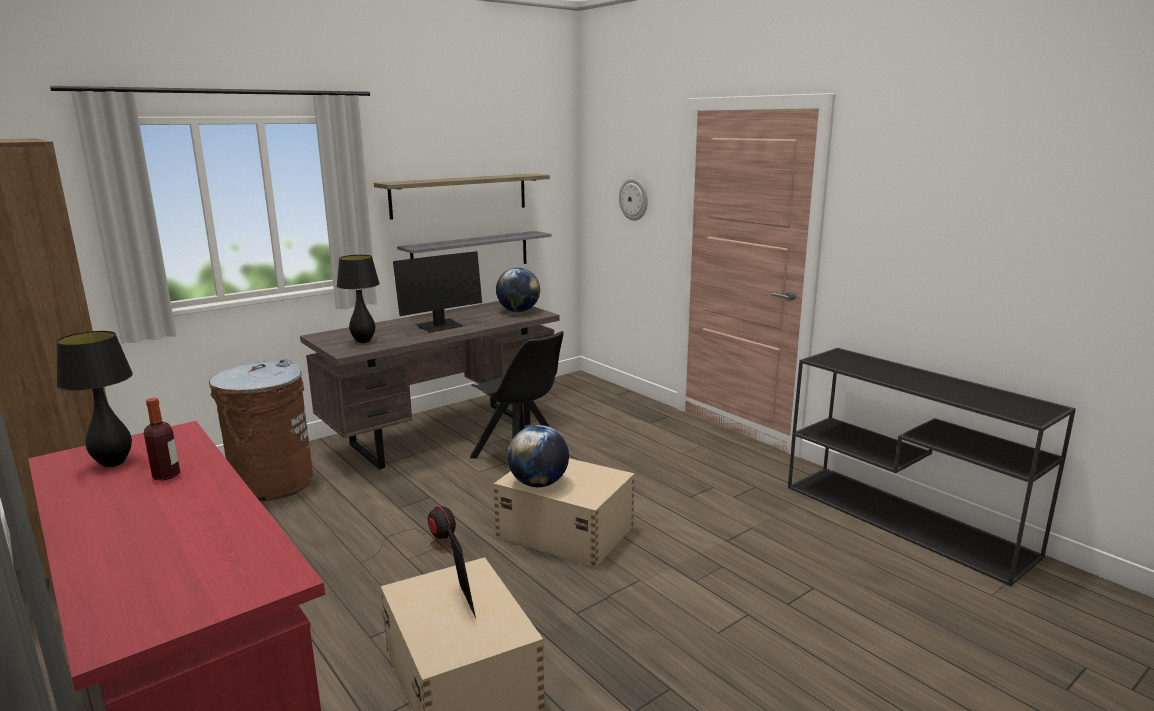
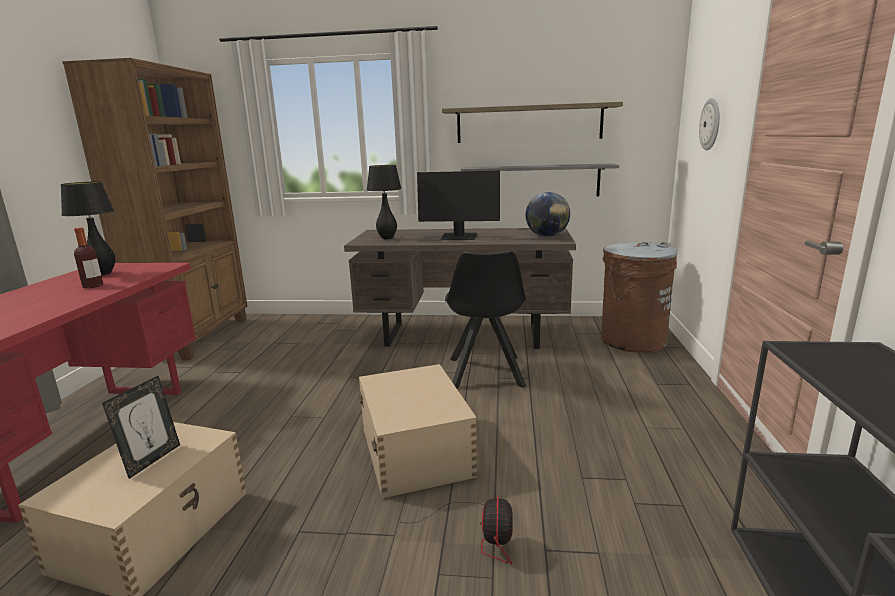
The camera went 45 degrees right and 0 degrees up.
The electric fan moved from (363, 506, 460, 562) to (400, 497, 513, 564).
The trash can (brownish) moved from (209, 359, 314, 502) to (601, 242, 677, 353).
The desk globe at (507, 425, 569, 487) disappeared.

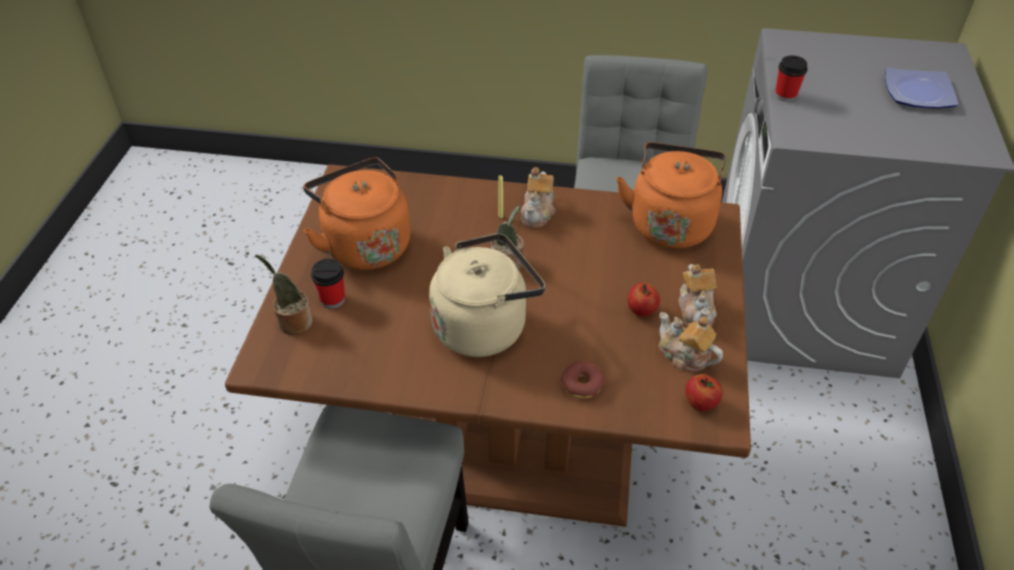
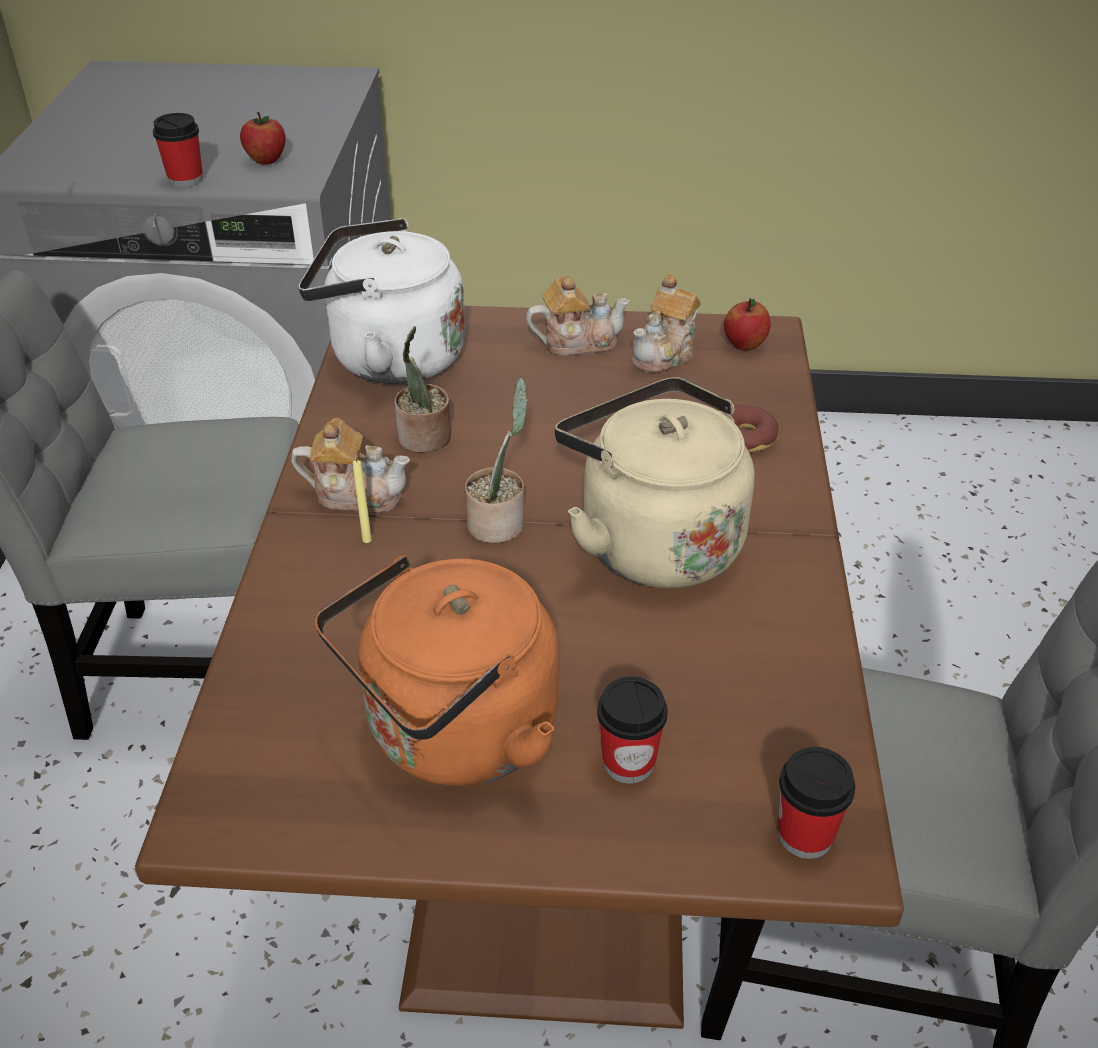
The camera went 95 degrees left and 5 degrees down.
The apple fruit moved from (627, 283, 660, 317) to (240, 112, 286, 165).
The kettle (orangey) at (616, 142, 726, 248) became the kettle (white) at (298, 218, 465, 384).
The houseplant moved from (255, 255, 312, 335) to (394, 326, 451, 453).
The cup at (778, 747, 856, 859) appeared.
The dinner plate at (885, 68, 958, 109) disappeared.

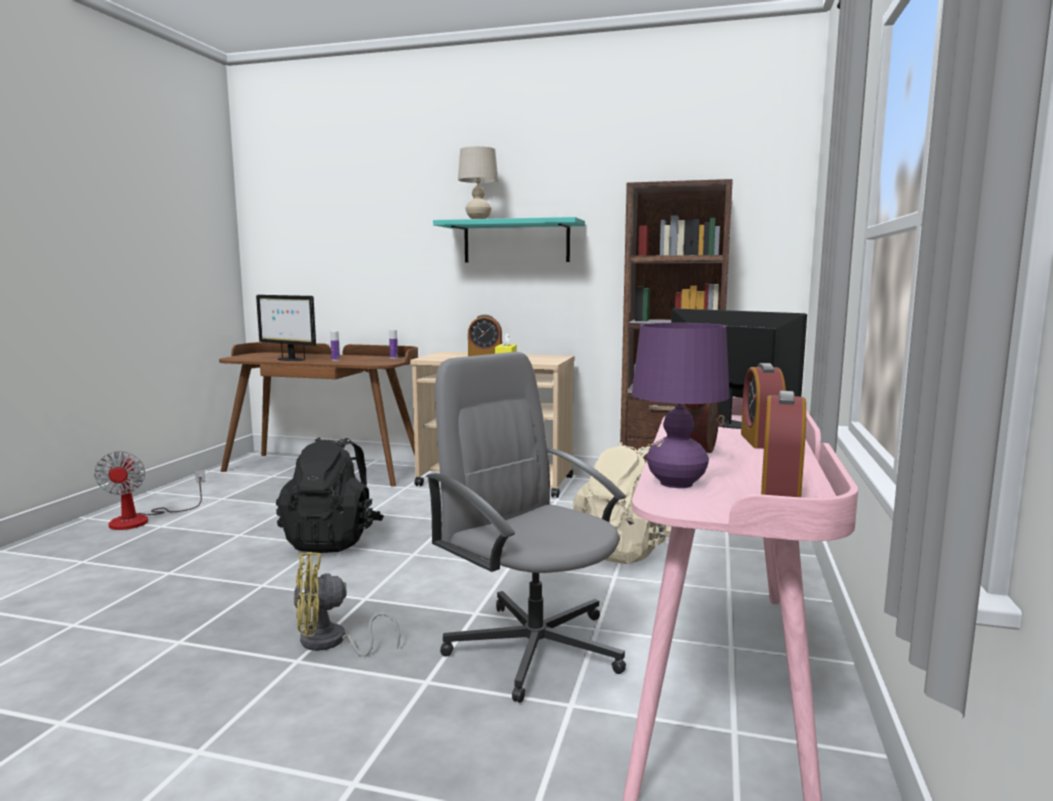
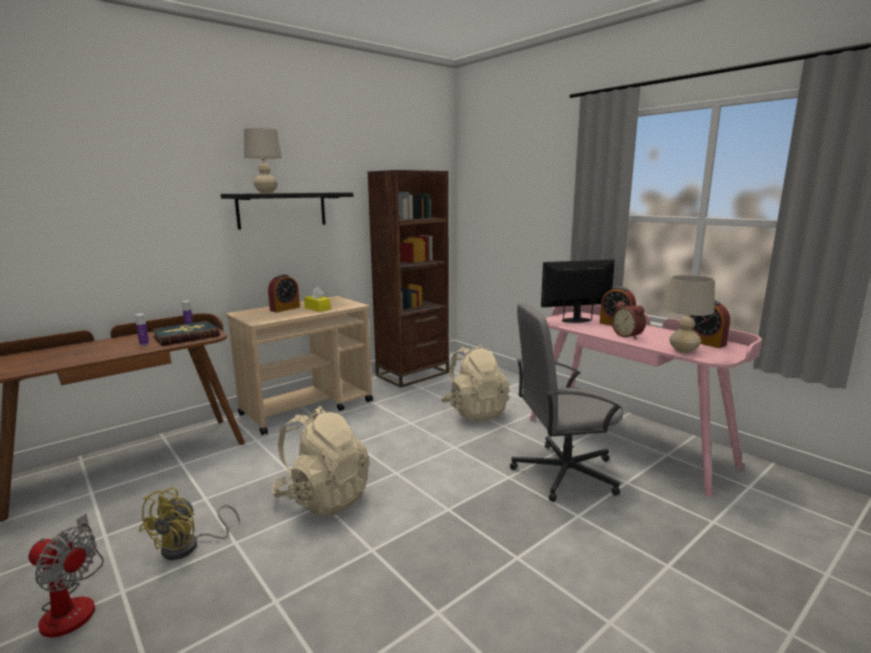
The camera went 55 degrees left and 5 degrees up.
The electric fan (yellowish) moved from (294, 552, 400, 656) to (139, 487, 240, 560).
The book at (152, 321, 220, 346) appeared.
The bracket shelf (turquoise-coloured) at (433, 217, 585, 262) became the bracket shelf (blackish) at (221, 193, 353, 230).
The knapsack (blackish) at (276, 437, 384, 553) became the knapsack (sand-coloured) at (272, 406, 369, 517).
The lamp for a table (purple) at (632, 323, 730, 488) became the lamp for a table (sand-coloured) at (664, 275, 715, 354).
The monitor at (256, 295, 316, 361) disappeared.

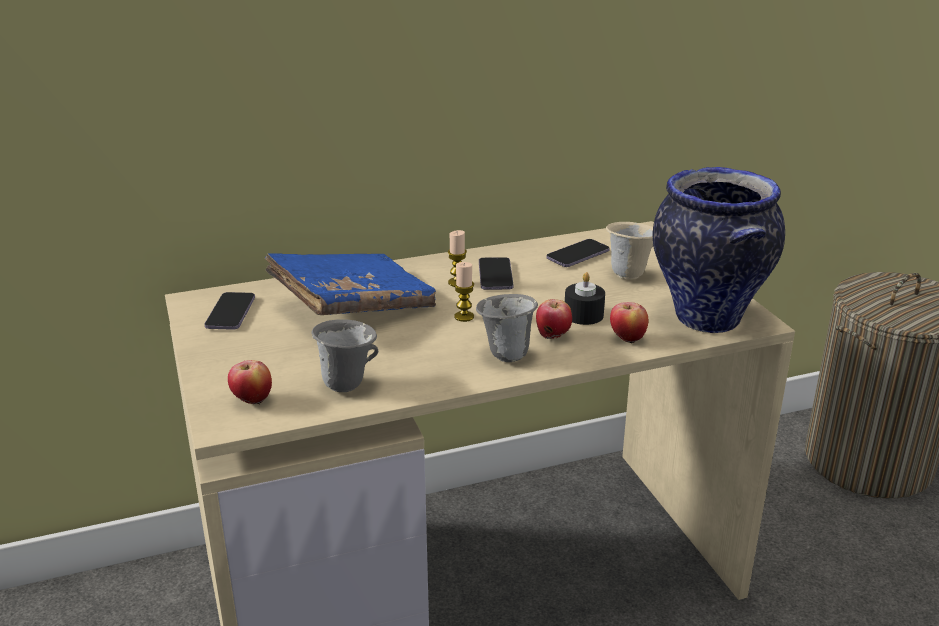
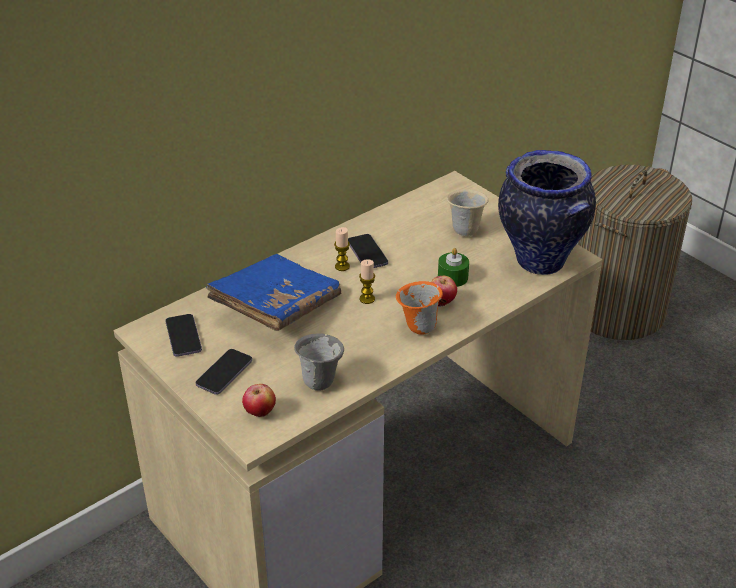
The camera went 20 degrees left and 10 degrees up.
The handset moved from (546, 239, 610, 267) to (195, 349, 252, 395).
The coffee mug (gray) at (476, 294, 538, 362) became the coffee mug (orangey) at (396, 281, 443, 335).
The wax light (blackish) at (565, 272, 605, 325) became the wax light (green-coloured) at (438, 248, 469, 287).
The apple fruit at (610, 302, 649, 343) disappeared.

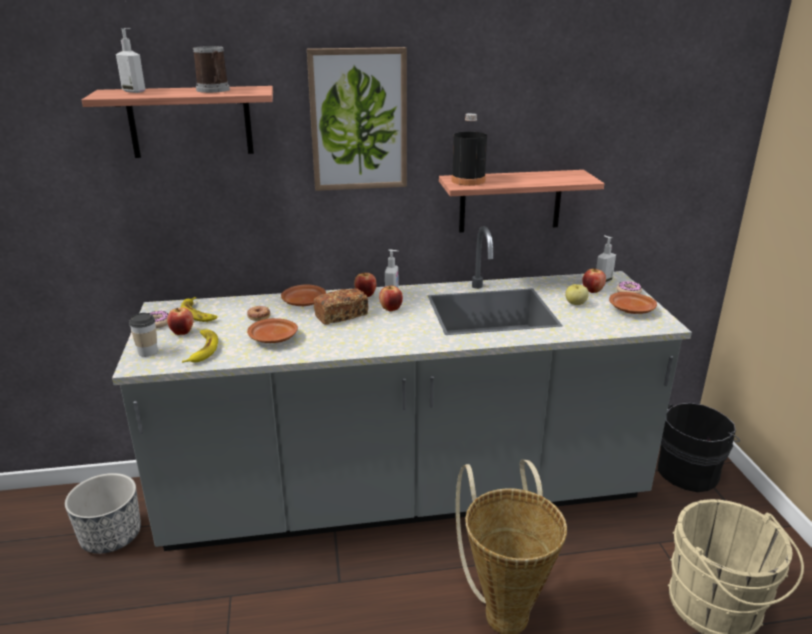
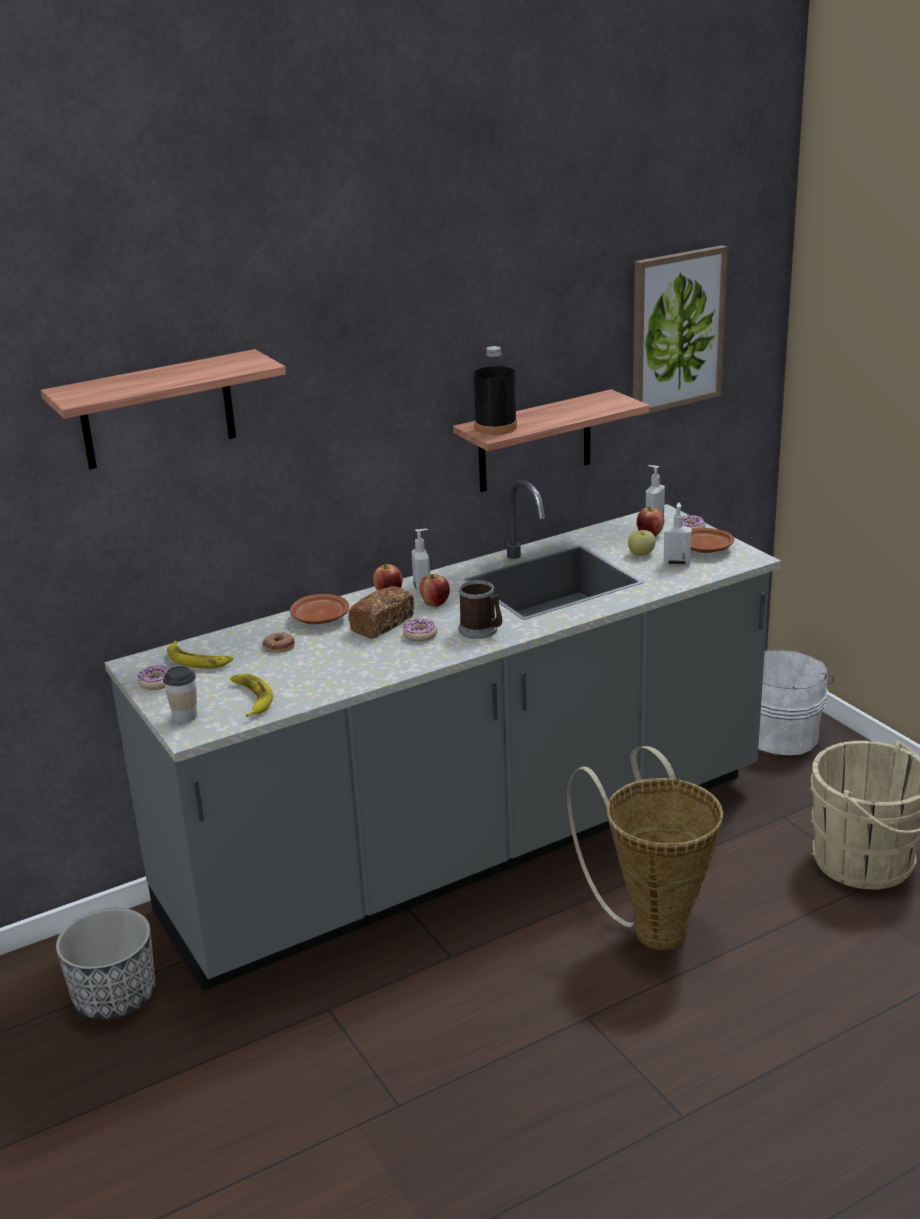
The camera went 20 degrees left and 0 degrees up.
The ring doughnut at (403, 619, 437, 642) appeared.
The coffee mug moved from (193, 46, 230, 93) to (459, 580, 502, 639).
The wall art moved from (307, 47, 407, 191) to (633, 245, 728, 416).
The soap dispenser moved from (116, 28, 145, 93) to (663, 503, 692, 567).
The water bucket (blackish) at (658, 403, 740, 492) became the water bucket (white) at (758, 650, 834, 755).
The apple fruit at (167, 308, 194, 335) disappeared.
The dinner plate (brownish) at (247, 318, 298, 343) disappeared.

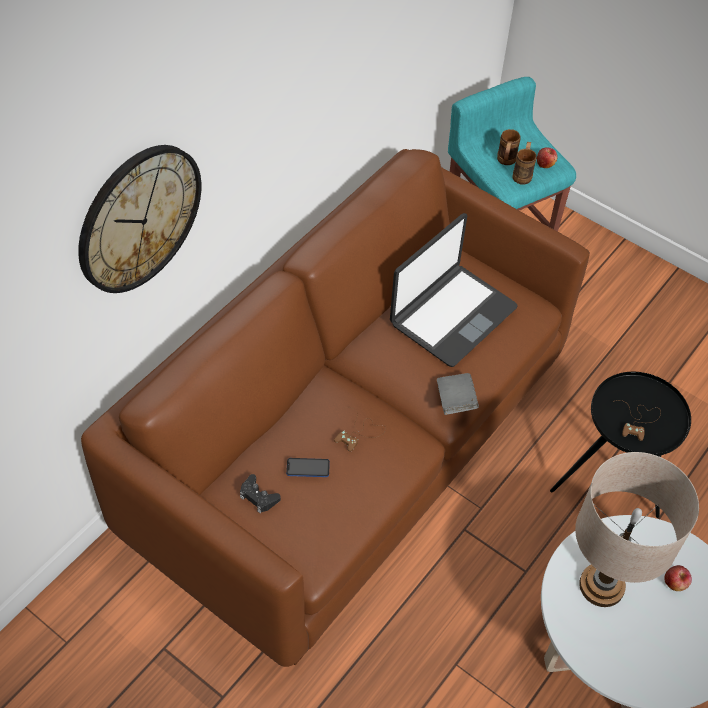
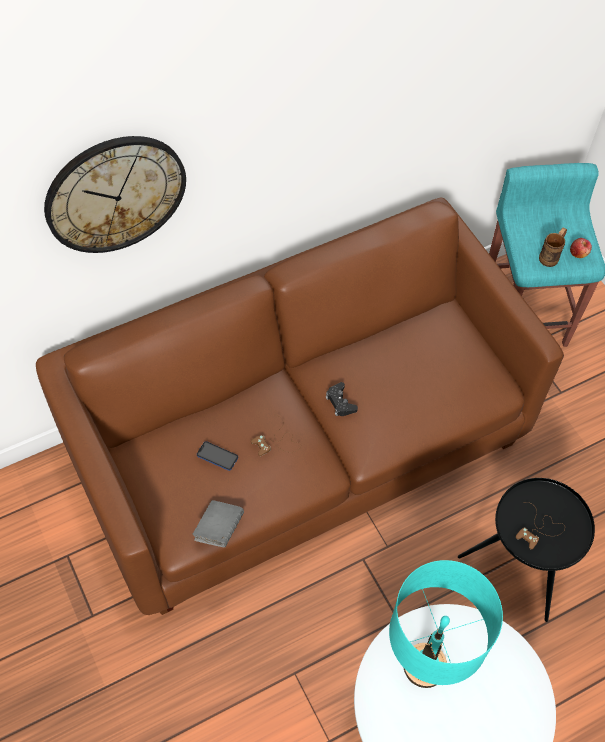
The camera went 25 degrees right and 5 degrees up.
The book (gray) moved from (437, 373, 479, 415) to (192, 500, 244, 547).
The joypad (blackish) moved from (240, 474, 281, 513) to (326, 382, 358, 416).
The lamp for a table (sand-coloured) at (575, 452, 699, 607) became the lamp for a table (turquoise-coloured) at (389, 560, 503, 688).
The laptop at (390, 213, 518, 367) disappeared.
The coffee mug (brownish) at (497, 129, 521, 165) disappeared.
The apple fruit at (664, 565, 692, 591) disappeared.

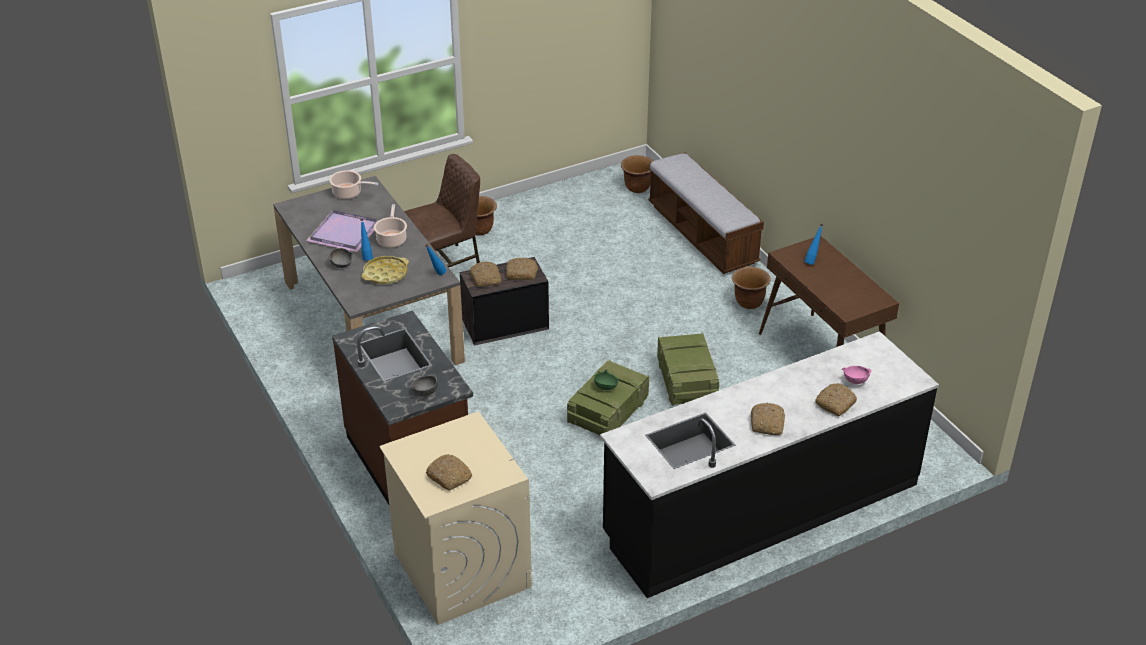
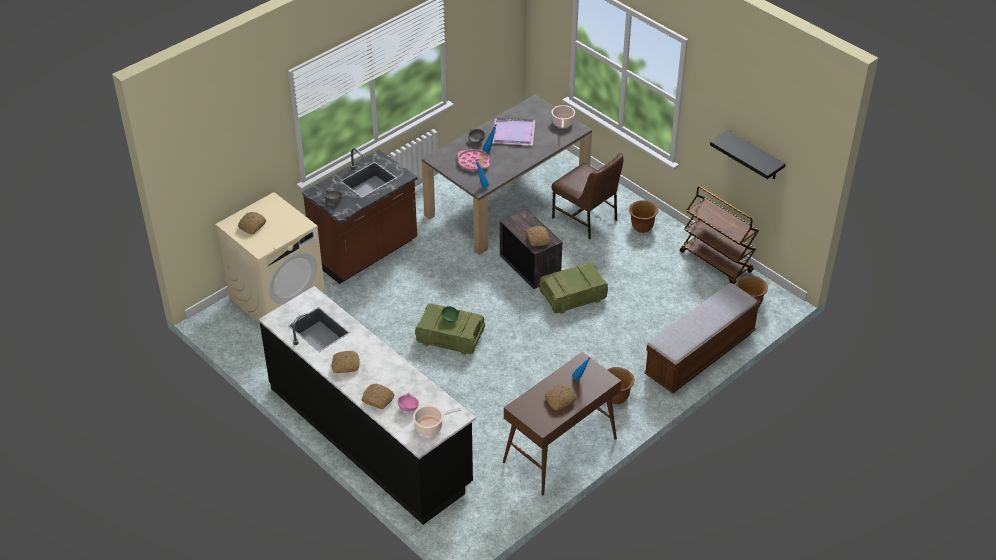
The camera went 75 degrees right and 5 degrees up.
The cooking pot moved from (374, 204, 407, 248) to (413, 405, 461, 436).
The tray (yellowish) at (361, 256, 409, 284) became the tray (pink) at (458, 149, 490, 171).
The packing crate moved from (657, 333, 719, 405) to (539, 262, 608, 314).
The baked bread moved from (470, 261, 501, 287) to (545, 384, 576, 411).
The cart (brownish) at (680, 186, 759, 284) appeared.
The bracket shelf (blackish) at (710, 131, 786, 179) appeared.

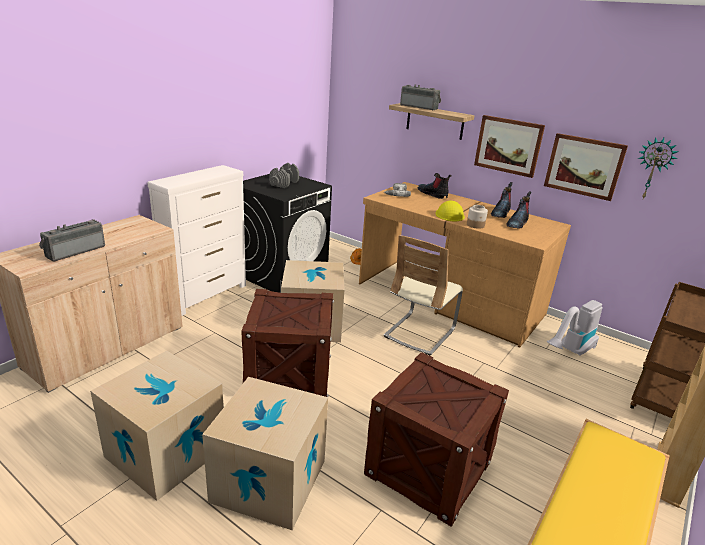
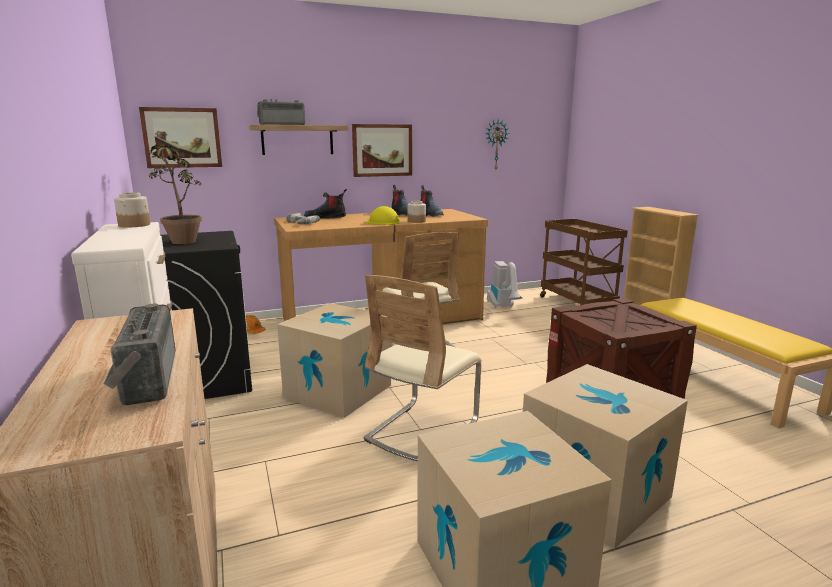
The camera went 55 degrees left and 10 degrees down.
The preserve jar at (114, 192, 150, 228) appeared.
The wall art moved from (544, 133, 628, 201) to (139, 107, 222, 168).
The hand weight (gray) at (269, 163, 299, 188) was replaced by the houseplant at (148, 145, 202, 244).
The packing crate at (241, 289, 334, 397) was replaced by the upright chair (sand-coloured) at (363, 275, 482, 461).

